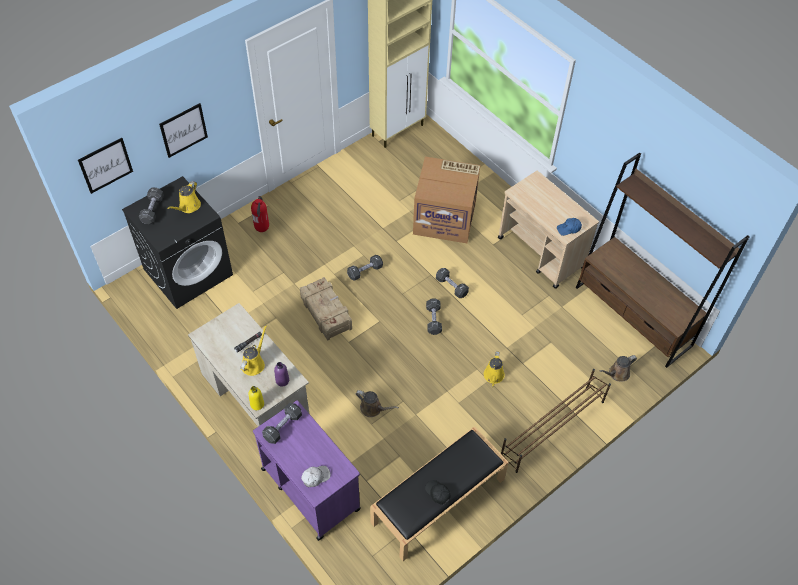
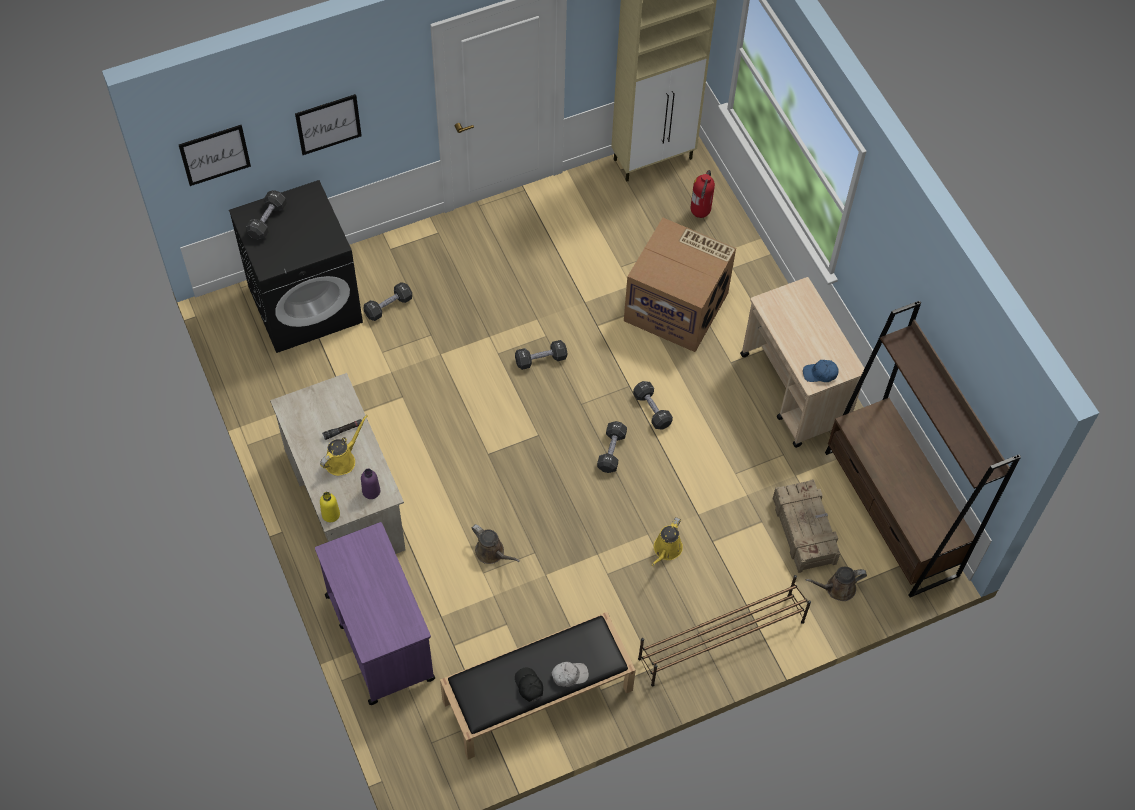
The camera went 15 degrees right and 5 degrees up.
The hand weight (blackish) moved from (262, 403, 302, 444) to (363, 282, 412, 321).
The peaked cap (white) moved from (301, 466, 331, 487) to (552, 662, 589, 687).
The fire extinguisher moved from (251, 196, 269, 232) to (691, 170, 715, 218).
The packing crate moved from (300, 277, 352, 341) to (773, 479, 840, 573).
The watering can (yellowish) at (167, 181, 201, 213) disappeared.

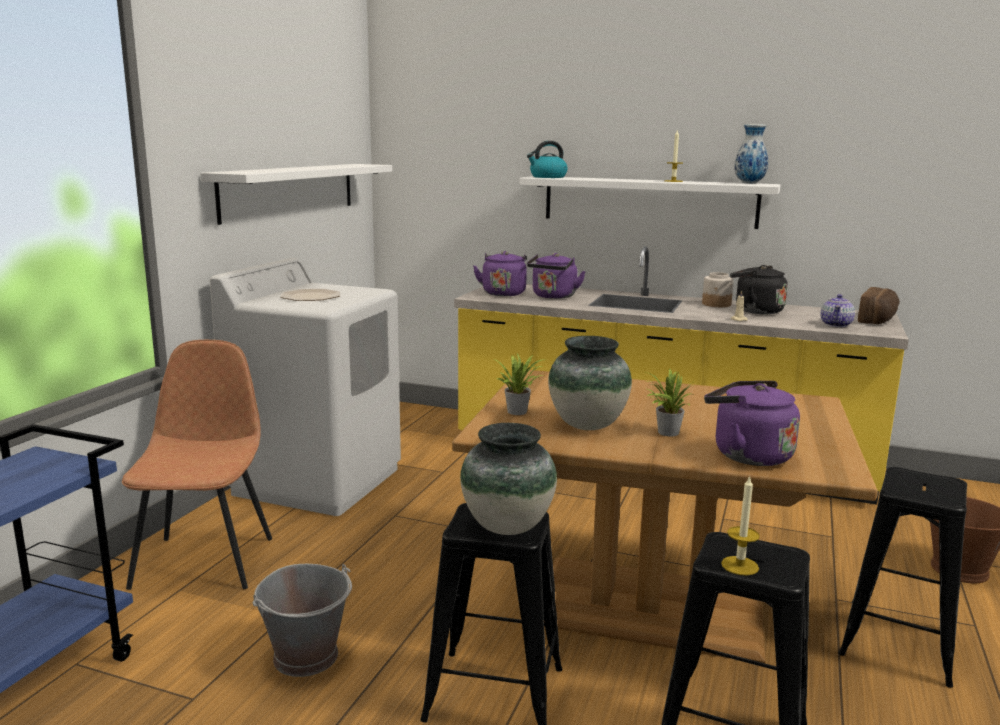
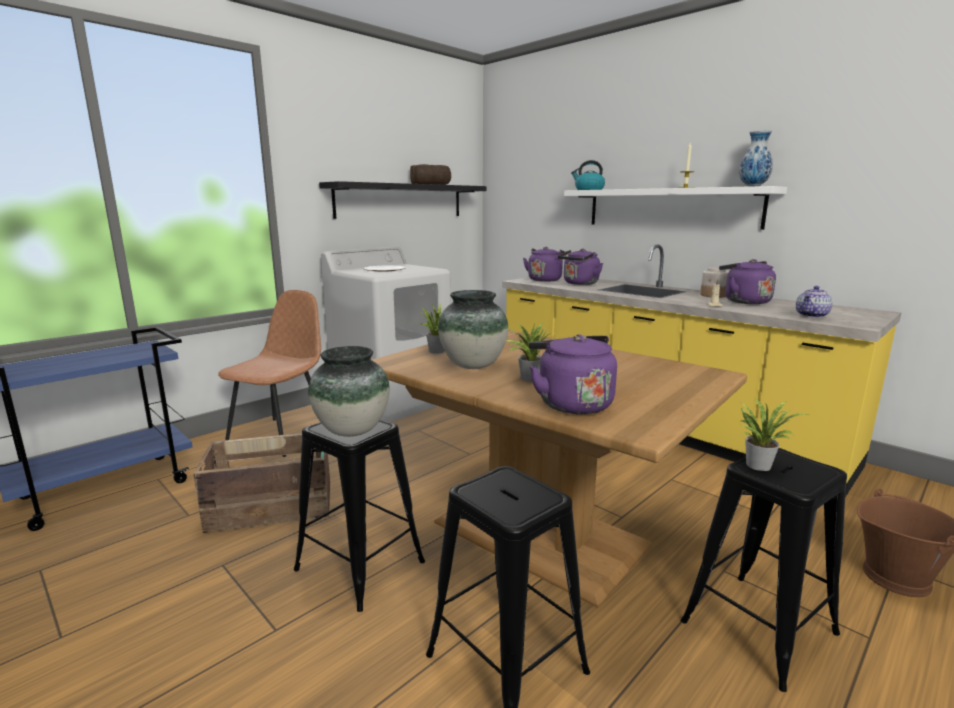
The camera went 25 degrees right and 0 degrees up.
The water bucket (gray) at (253, 564, 352, 677) was replaced by the packing crate at (193, 433, 330, 533).
The bracket shelf (white) at (200, 164, 392, 225) became the bracket shelf (blackish) at (319, 181, 486, 219).
The baked bread moved from (858, 287, 900, 324) to (410, 164, 451, 185).
The kettle (blackish) at (730, 265, 788, 314) became the kettle (purple) at (719, 259, 776, 304).
The houseplant at (739, 399, 808, 471) appeared.
The wax light at (721, 475, 760, 576) disappeared.

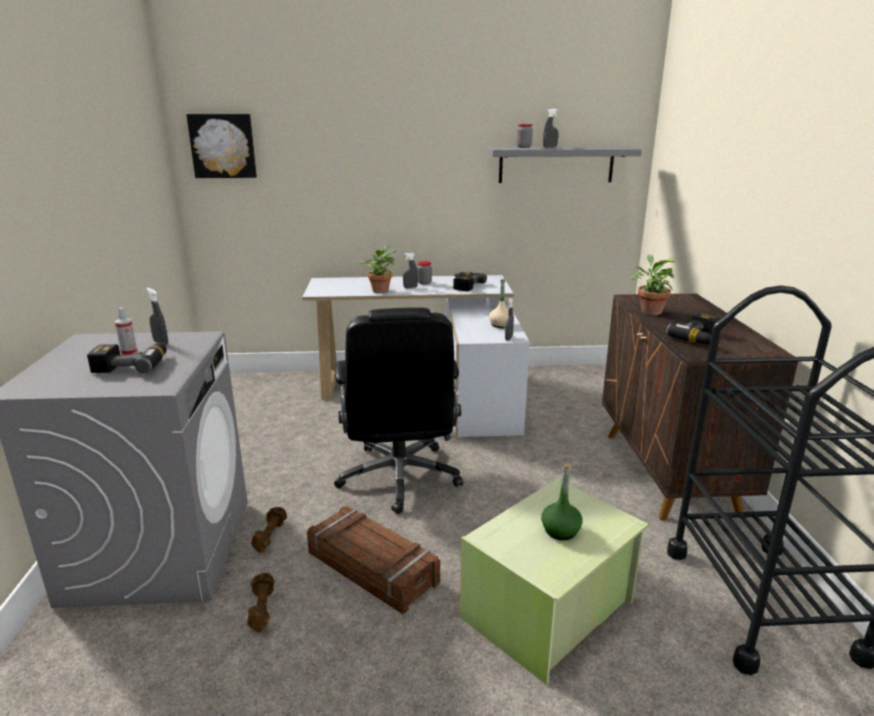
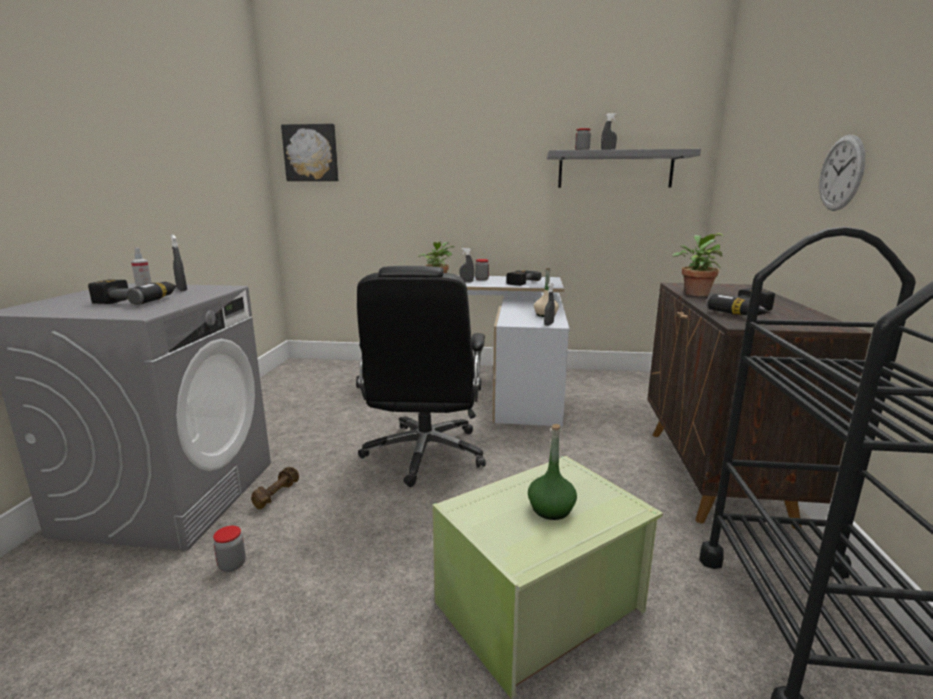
The camera went 10 degrees right and 5 degrees down.
The hand weight (brownish) at (247, 573, 274, 633) was replaced by the preserve jar at (213, 526, 246, 572).
The hanging clock at (819, 135, 865, 211) appeared.
The packing crate at (307, 506, 440, 614) disappeared.

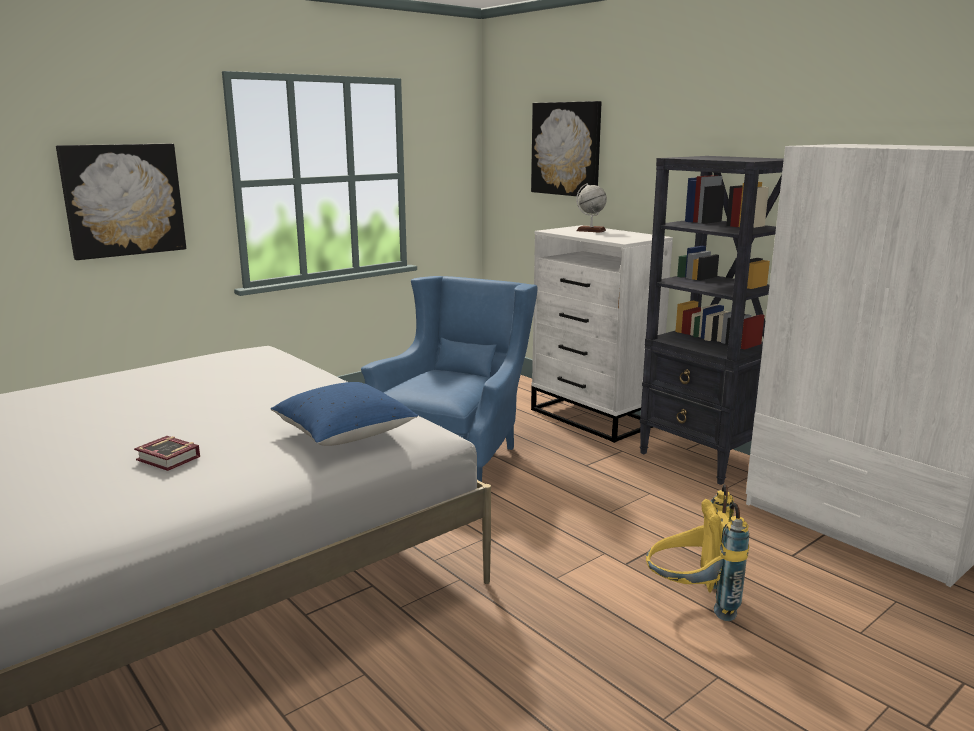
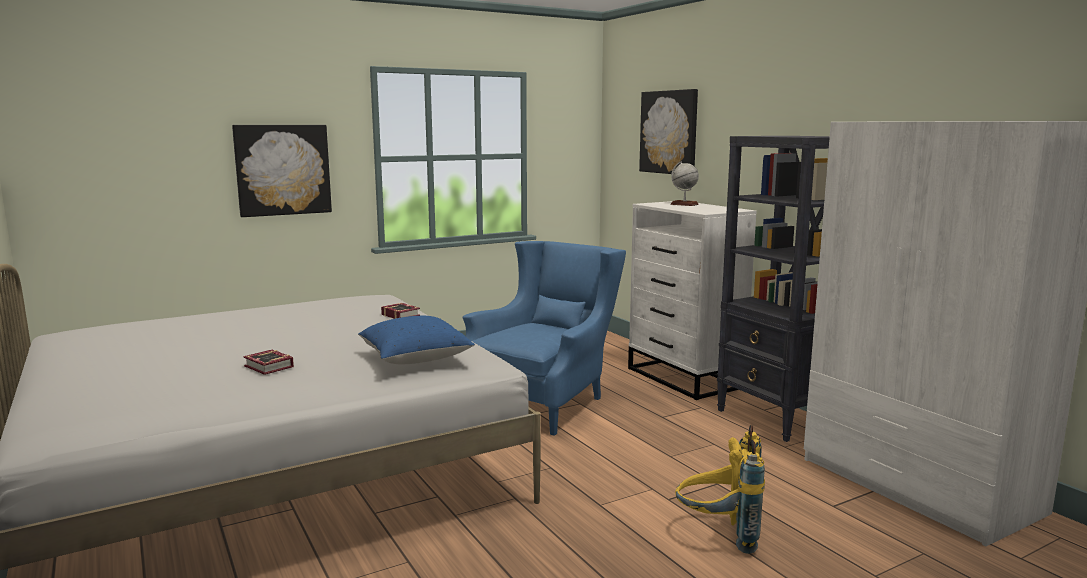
The camera went 10 degrees right and 5 degrees down.
The book at (381, 303, 420, 319) appeared.

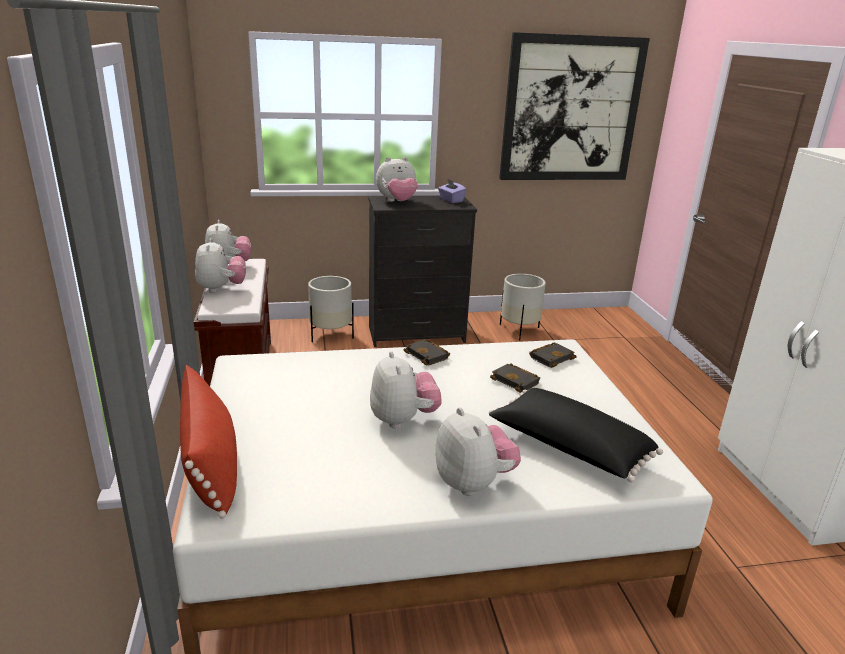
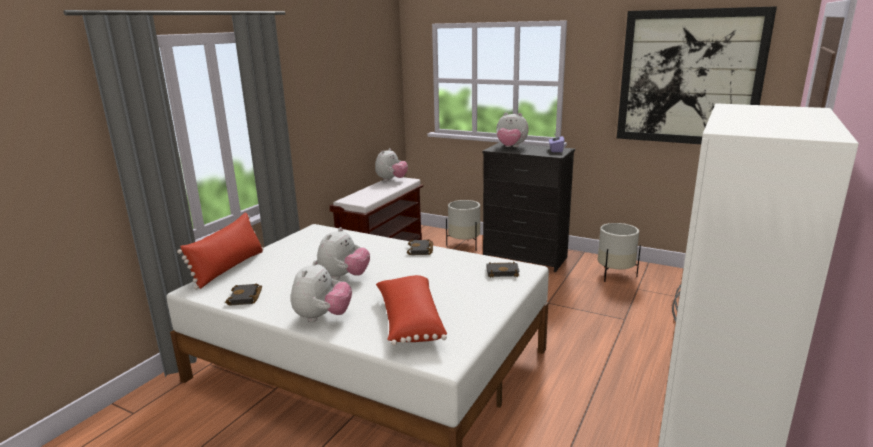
The camera went 40 degrees right and 5 degrees down.
The book (blackish) moved from (490, 363, 540, 393) to (225, 284, 262, 306).
The throw pillow (blackish) at (489, 388, 663, 482) became the throw pillow (reddish) at (376, 275, 447, 346).
The soft toy at (195, 238, 246, 293) disappeared.

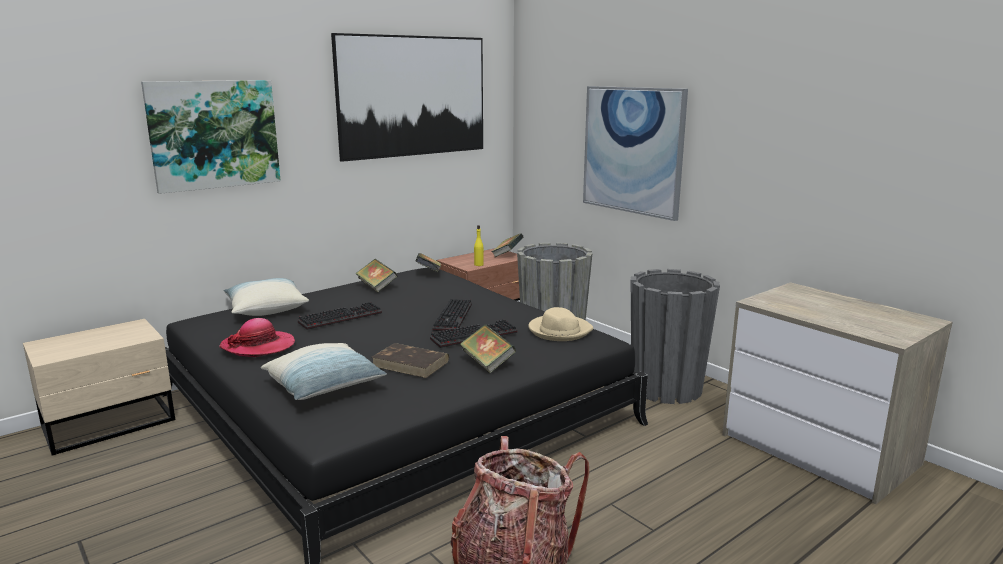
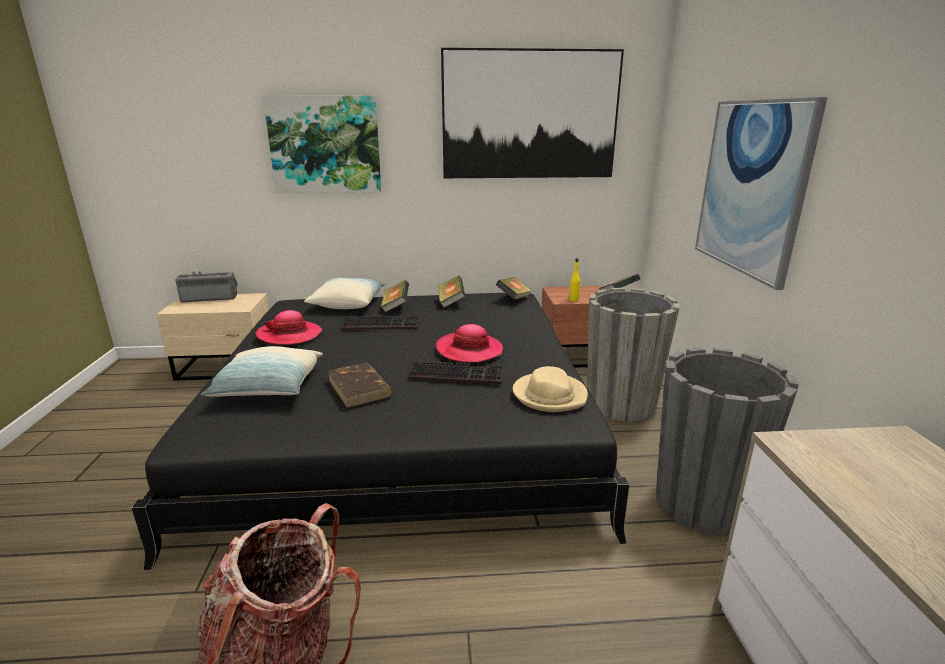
The camera went 35 degrees right and 5 degrees up.
The radio receiver at (175, 271, 238, 303) appeared.
The book moved from (460, 324, 516, 373) to (381, 280, 409, 313).
The PC keyboard at (432, 299, 472, 332) was replaced by the hat at (436, 324, 503, 363).

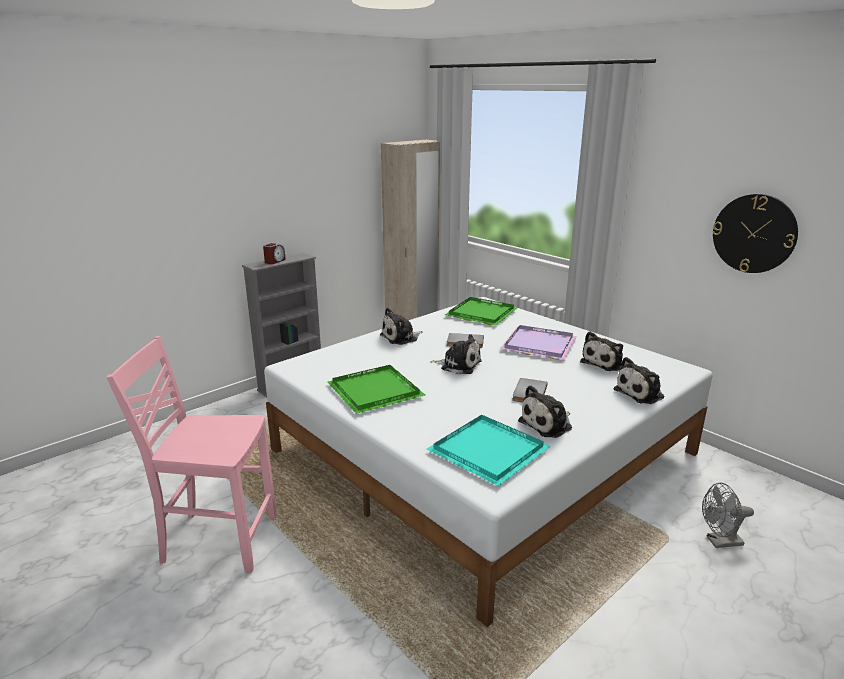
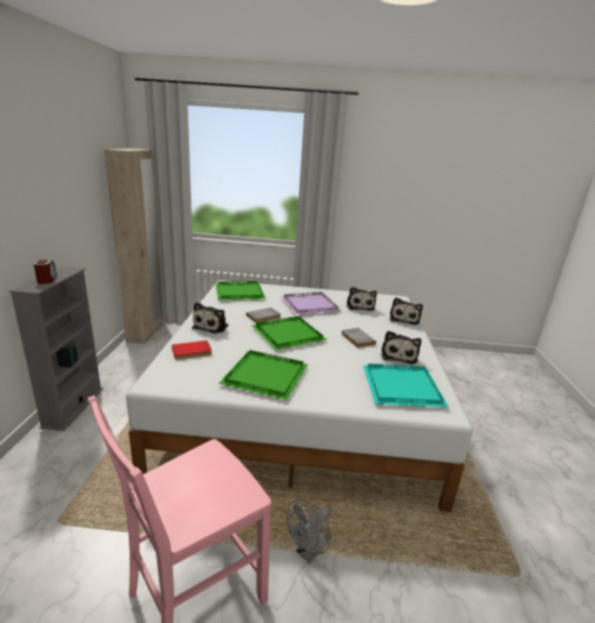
The camera went 45 degrees left and 0 degrees up.
The book (reddish) at (172, 340, 212, 360) appeared.
The soft toy at (430, 334, 482, 374) was replaced by the tray (green-coloured) at (252, 316, 327, 350).
The electric fan (gray) moved from (702, 483, 754, 548) to (287, 499, 331, 563).
The hanging clock at (713, 194, 798, 273) disappeared.

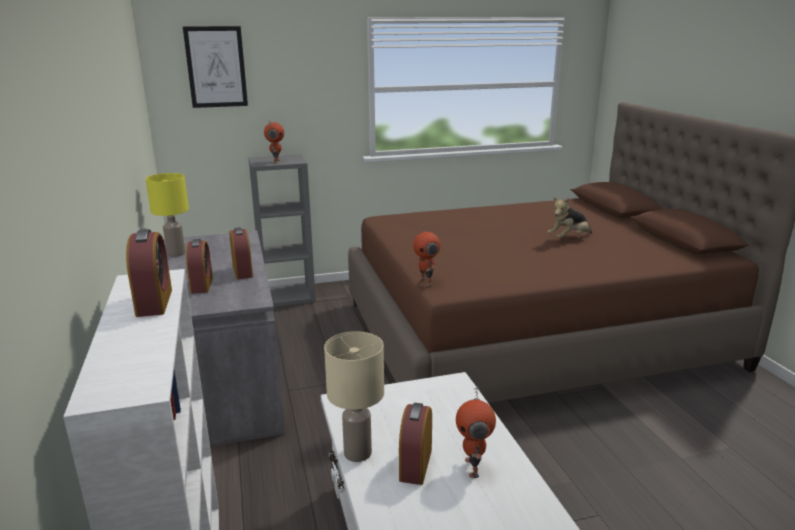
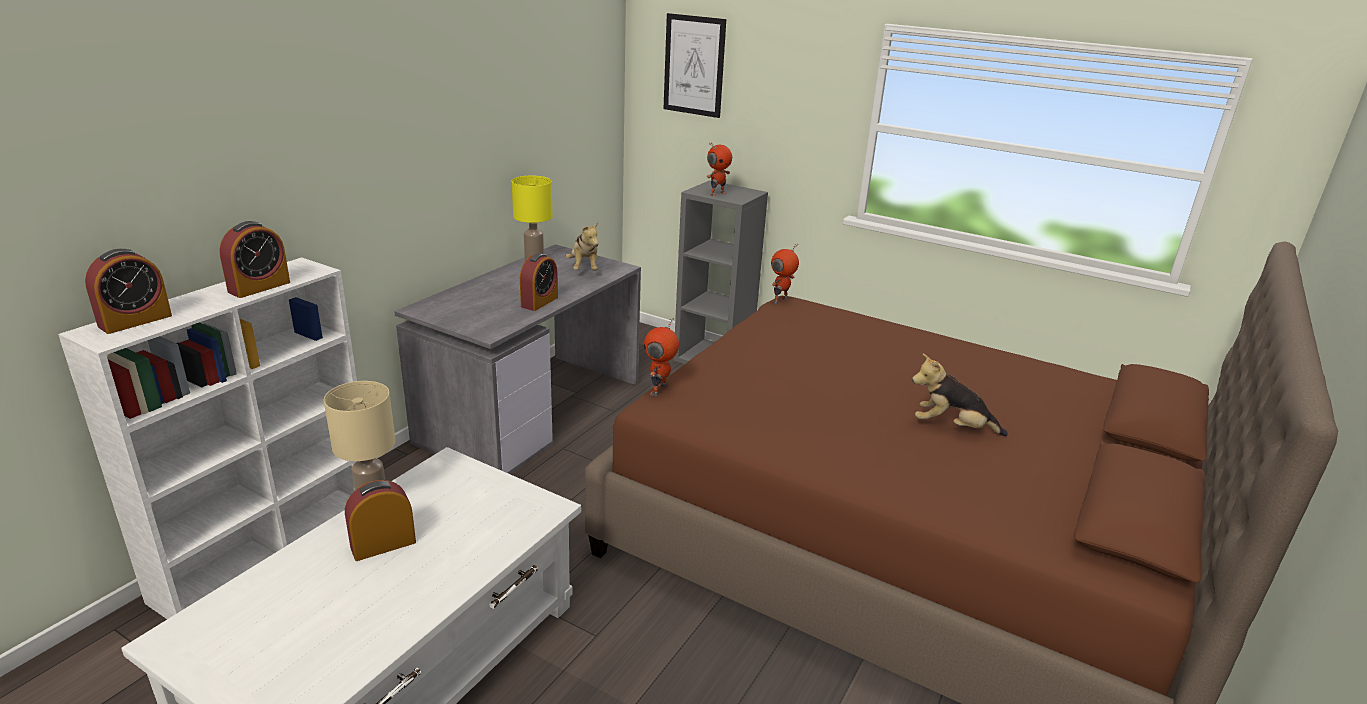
The camera went 45 degrees right and 5 degrees up.
The bedside clock moved from (186, 239, 213, 294) to (85, 249, 172, 334).
The soft toy at (566, 222, 599, 271) appeared.
The model robot moved from (456, 387, 496, 478) to (771, 244, 799, 304).

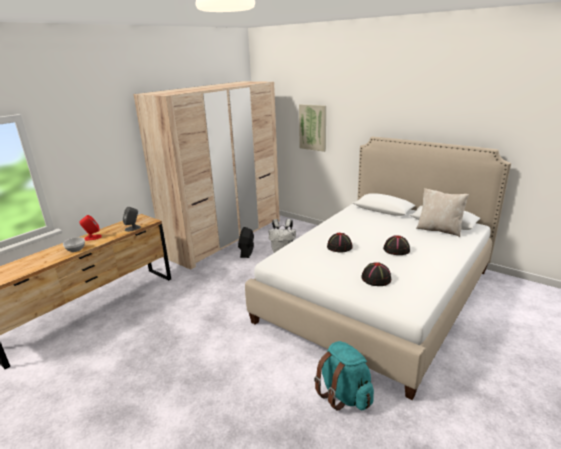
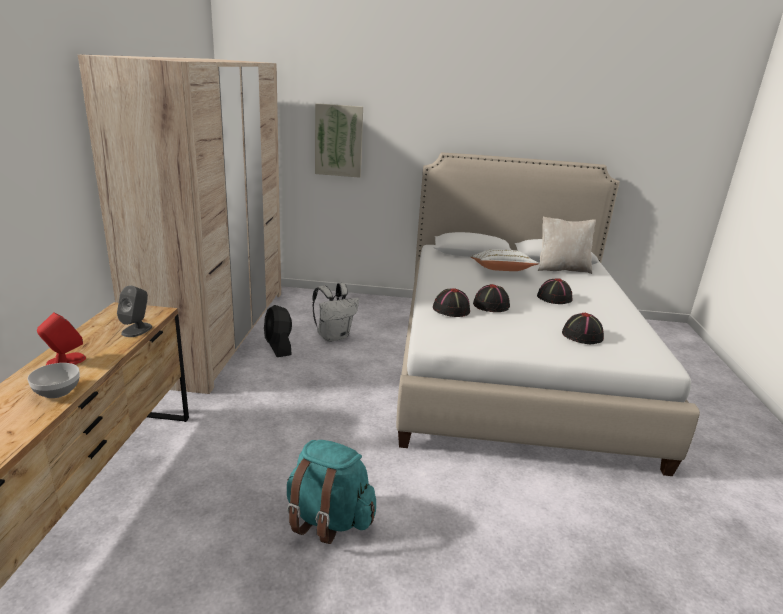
The camera went 35 degrees left and 0 degrees up.
The knapsack (turquoise-coloured) moved from (314, 341, 374, 411) to (287, 440, 376, 544).
The hat (blackish) at (433, 288, 470, 317) appeared.
The throw pillow (white) at (471, 249, 539, 271) appeared.

